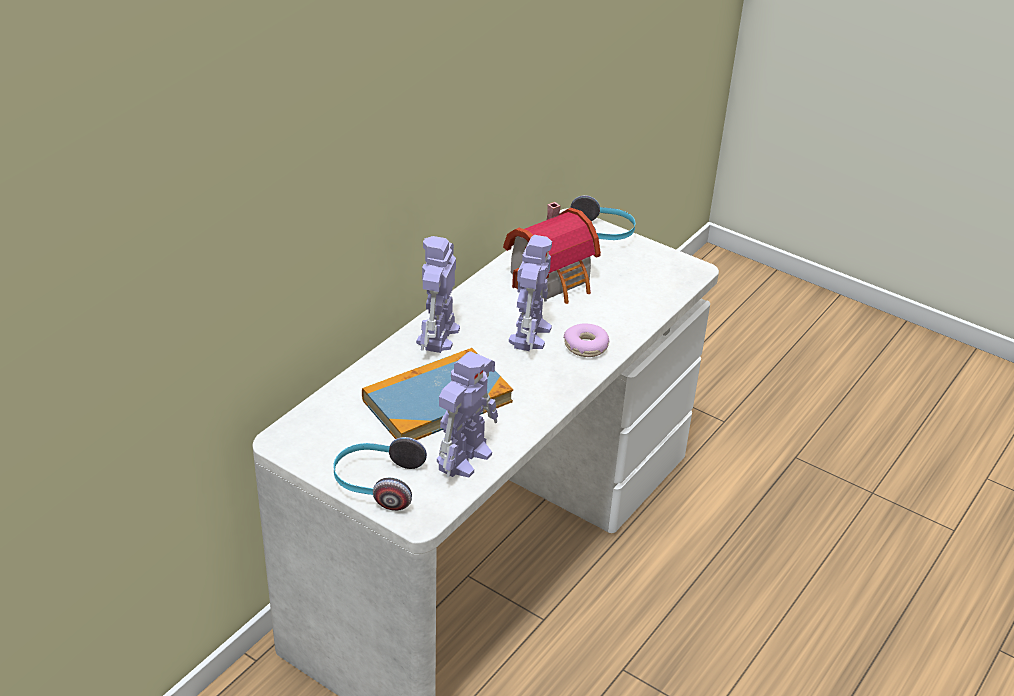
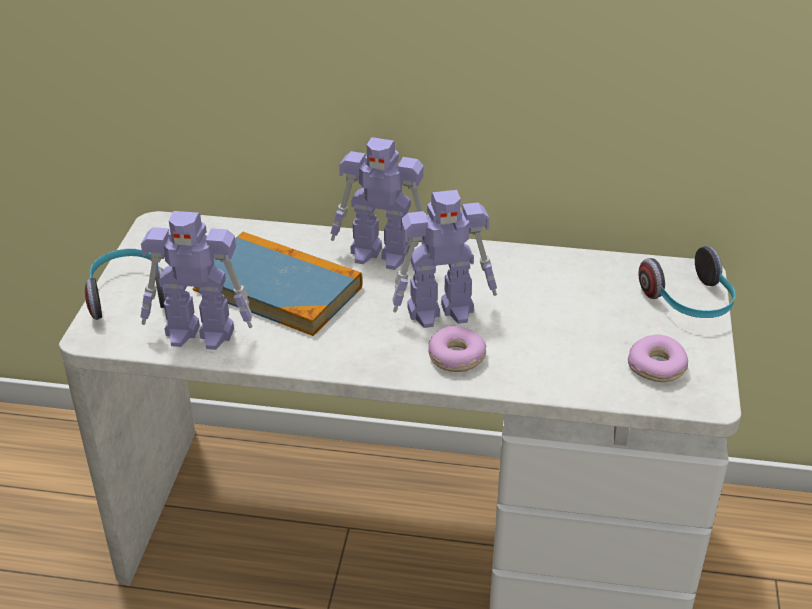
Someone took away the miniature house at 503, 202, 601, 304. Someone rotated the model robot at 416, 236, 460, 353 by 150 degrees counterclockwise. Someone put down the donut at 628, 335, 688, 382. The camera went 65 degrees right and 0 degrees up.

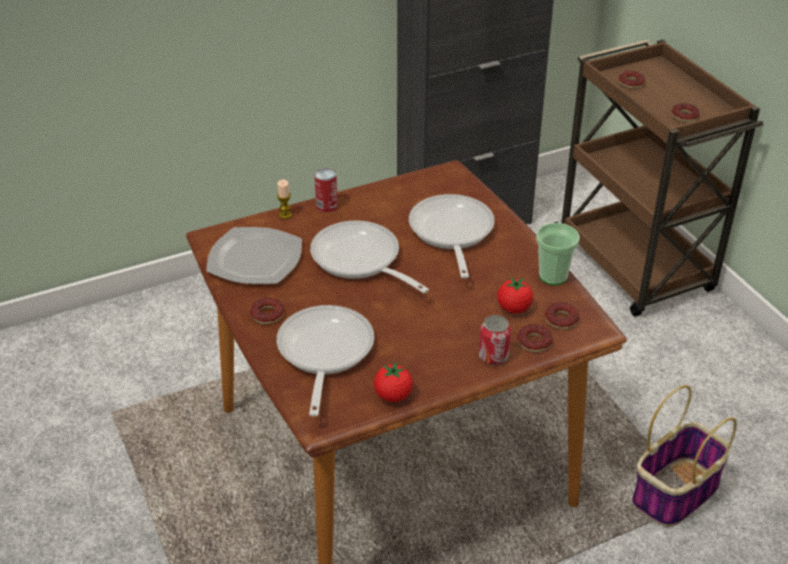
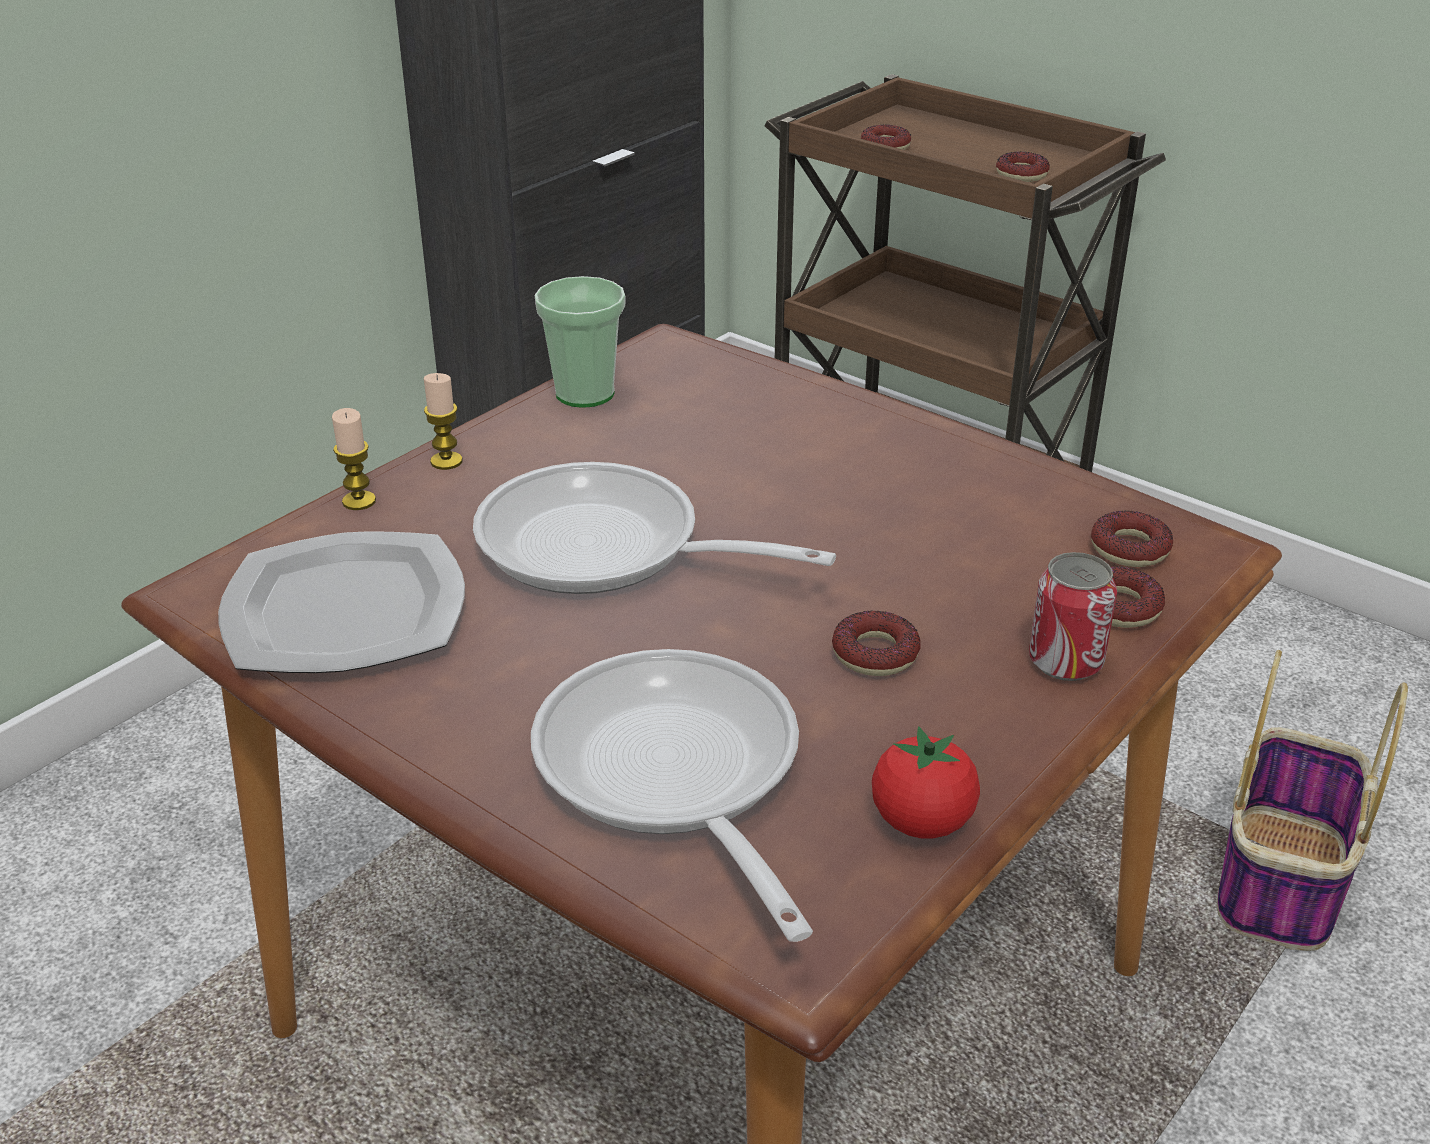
Someone swapped the metal can at 314, 168, 338, 213 for the candle at 424, 373, 463, 470. Someone took away the skillet at 409, 194, 495, 278. Someone carried the small cup from 536, 223, 580, 285 to 535, 276, 625, 408. Someone took away the fresh tomato at 497, 277, 533, 313. Someone carried the donut from 250, 298, 284, 324 to 832, 611, 921, 676. The camera went 25 degrees left and 5 degrees down.

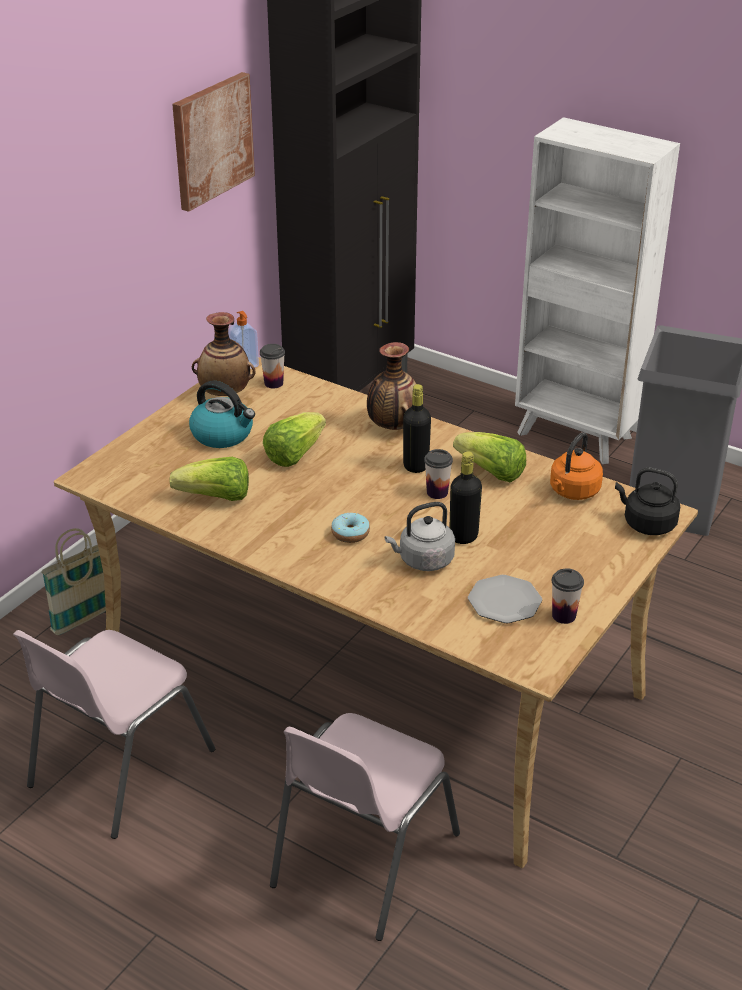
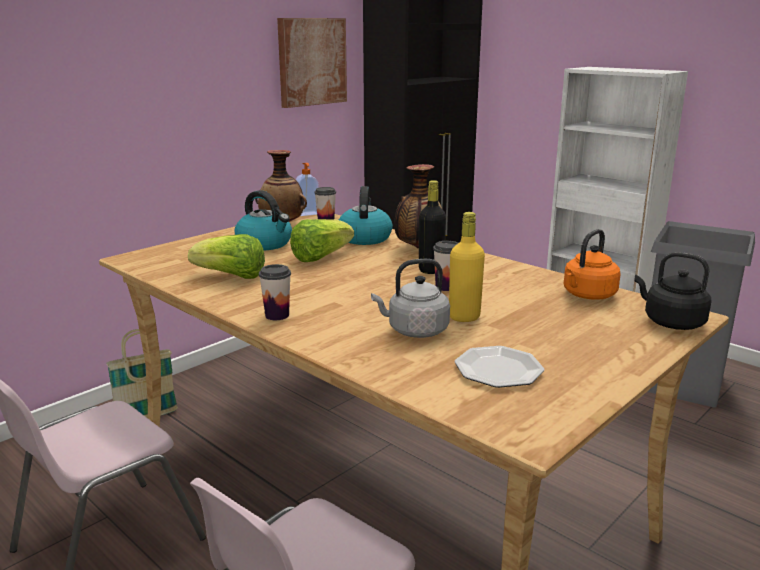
Someone took away the head of lettuce at 453, 432, 526, 483. Someone repainted the blackish beverage bottle at 450, 451, 482, 544, which became the yellow-coloured beverage bottle at 449, 212, 485, 322. Someone took away the donut at 331, 513, 370, 543. Someone carried the small cup from 552, 568, 584, 624 to 259, 264, 291, 320. Someone put down the tea kettle at 339, 186, 393, 245. The camera went 10 degrees right and 15 degrees down.

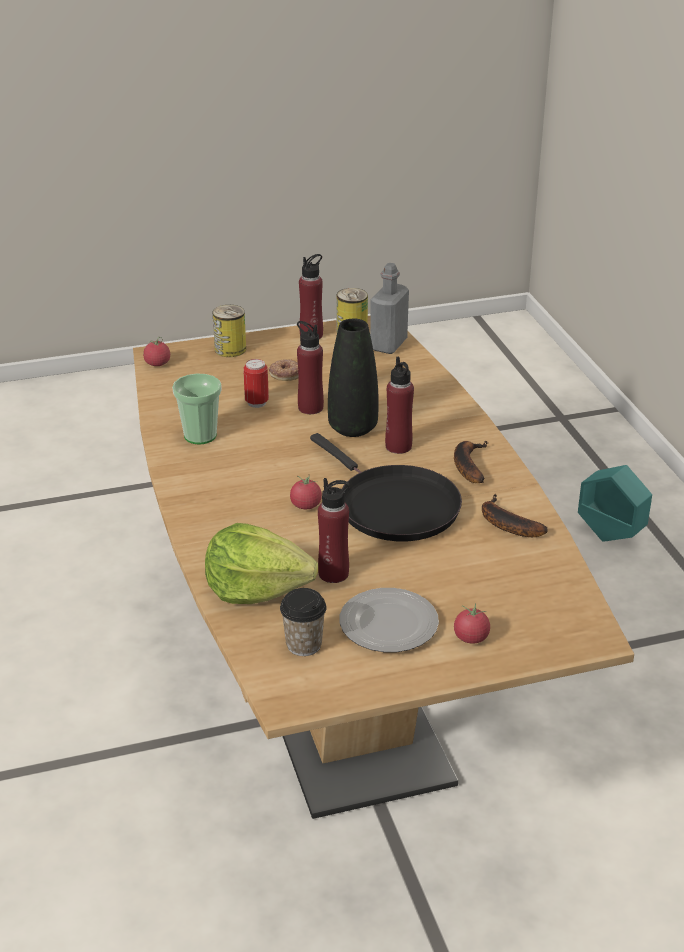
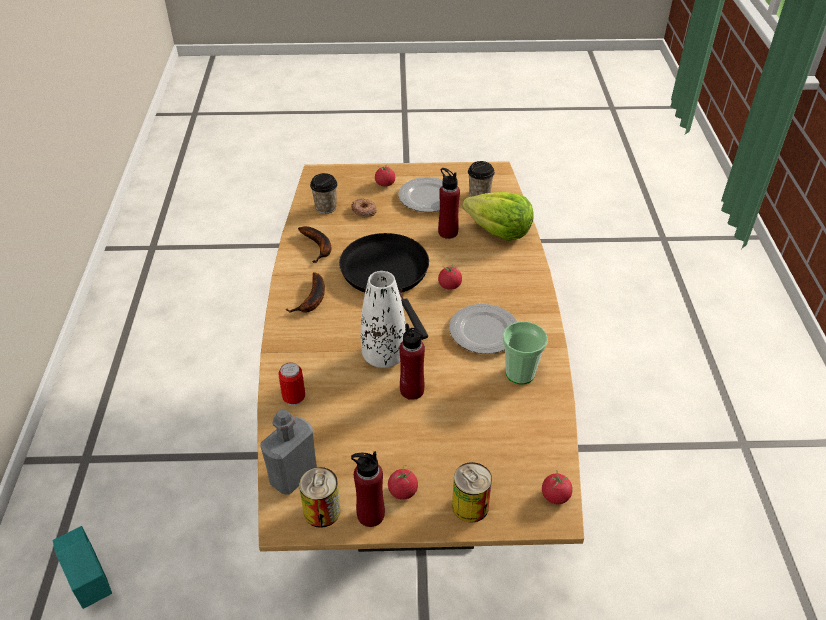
Someone repainted the blackish flower vase at 328, 318, 379, 437, which became the white-coloured flower vase at 361, 271, 406, 368. Someone took away the red beverage bottle at 385, 356, 414, 454. Someone carried the metal can from 244, 359, 269, 408 to 278, 362, 305, 405. Someone carried the donut from 269, 359, 298, 381 to 351, 198, 377, 217. Someone put down the small cup at 310, 173, 338, 214. Someone put down the dinner plate at 449, 304, 517, 354. Someone put down the fresh tomato at 388, 465, 418, 500. The camera went 165 degrees left and 10 degrees up.

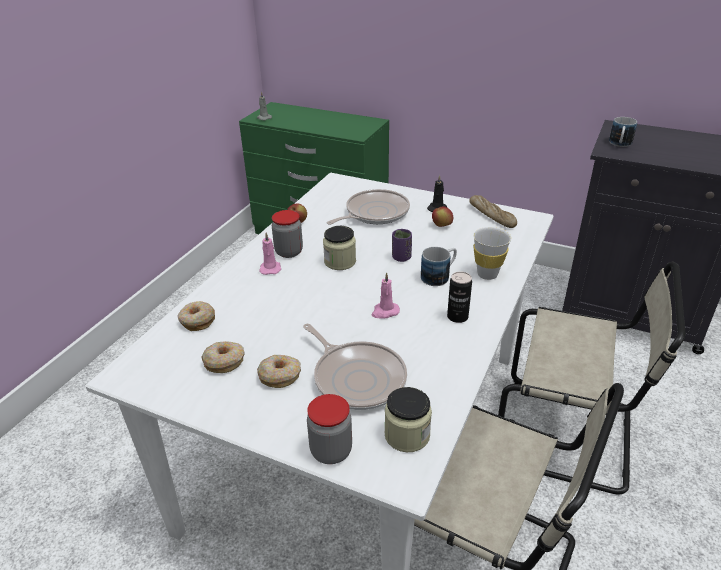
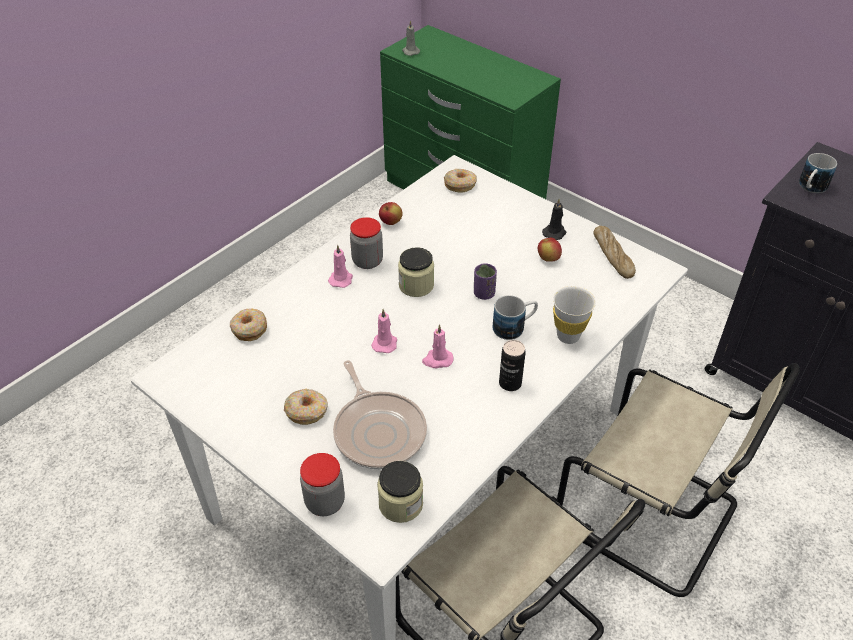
Someone took away the skillet at 327, 189, 410, 225. Someone carried the donut from 201, 341, 245, 373 to 444, 169, 477, 193. Someone put down the pink candle at 371, 309, 397, 353. The camera went 15 degrees right and 10 degrees up.

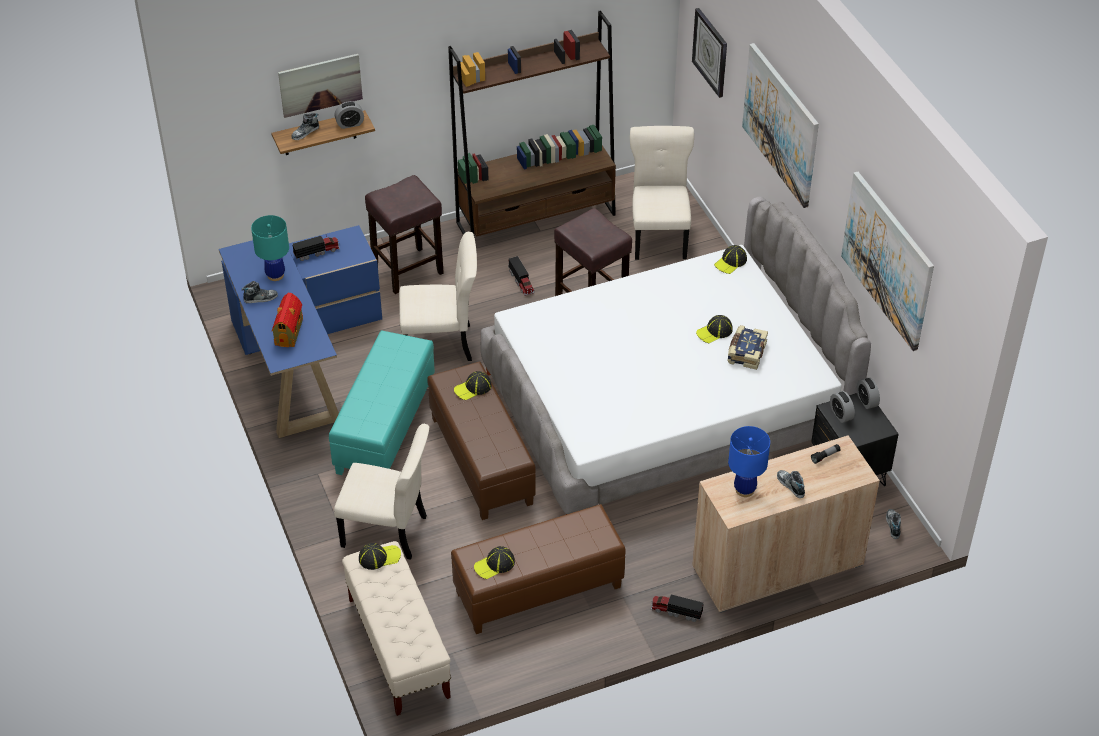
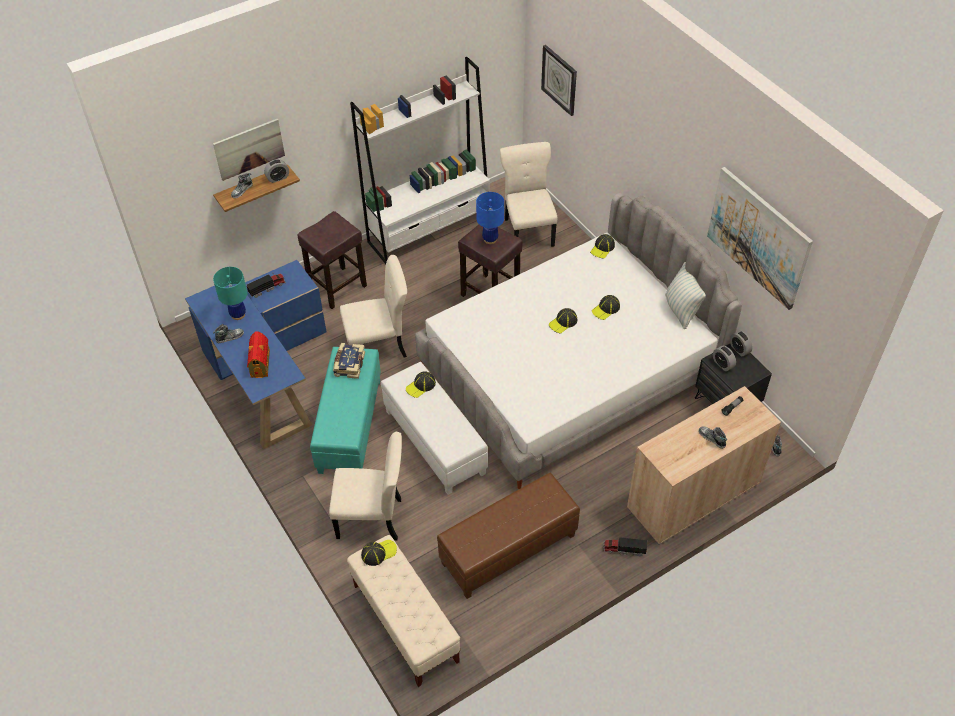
Someone repainted the brown-coloured bookshelf at 448, 10, 616, 238, which became the white-coloured bookshelf at 350, 57, 490, 264. Someone took away the wall art at 742, 43, 819, 208. Someone took away the toy lorry at 508, 256, 535, 296. Someone carried the volume from 727, 325, 768, 370 to 333, 343, 365, 379. Someone repainted the brown-coloured footrest at 427, 362, 536, 520, which became the white-coloured footrest at 381, 362, 488, 495. Someone carried the blue table lamp from 728, 426, 770, 497 to 476, 192, 504, 244. Someone carried the cap from 474, 546, 515, 579 to 549, 308, 577, 334. Someone put down the pillow at 665, 262, 706, 329. The camera went 10 degrees left and 5 degrees up.

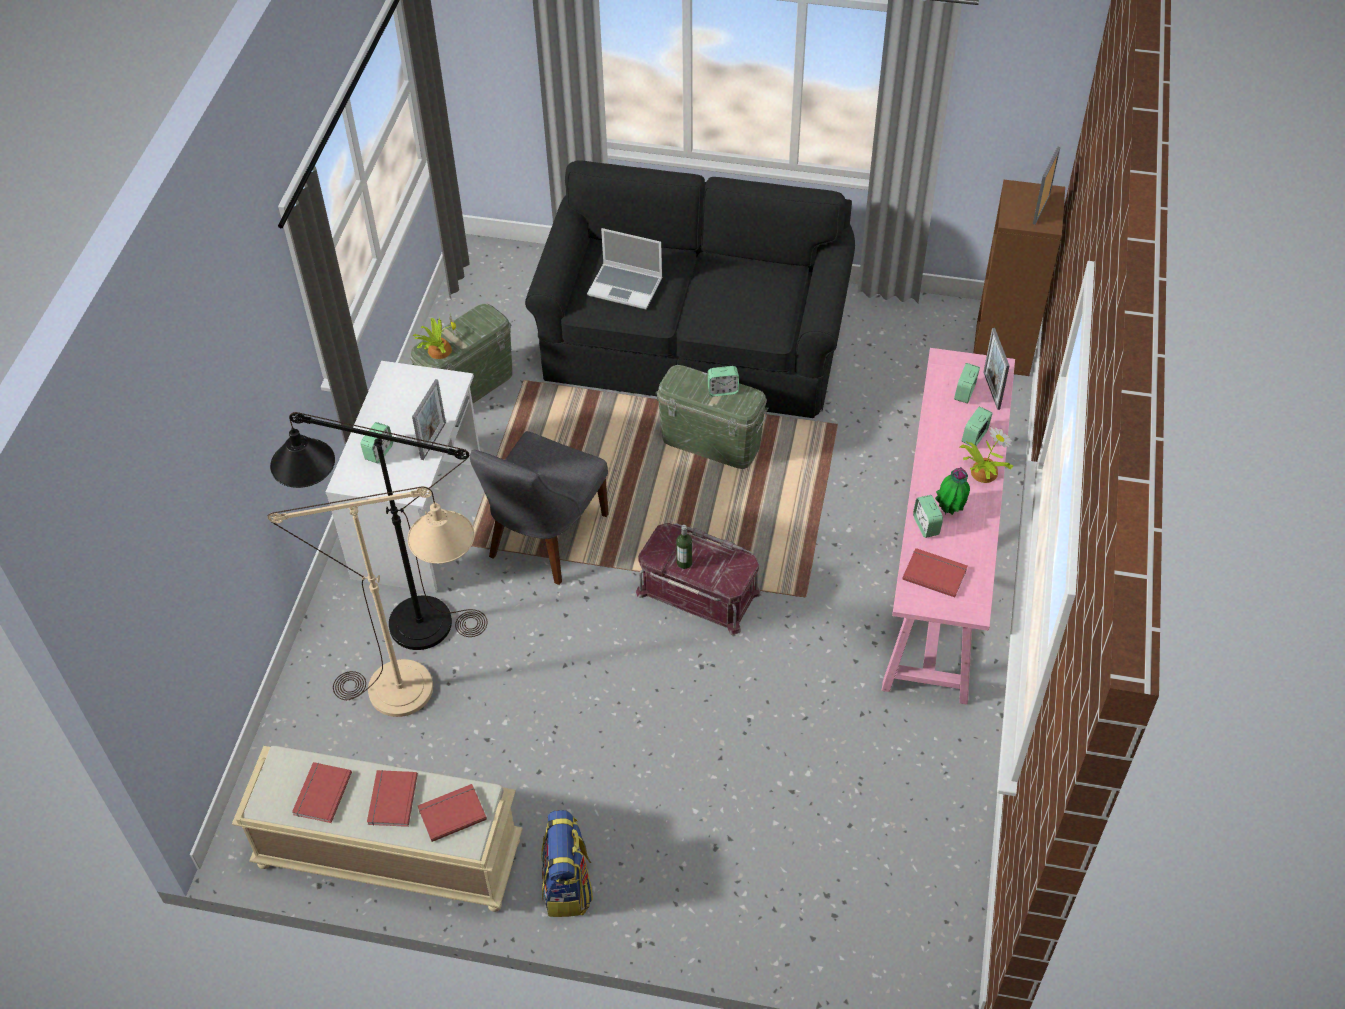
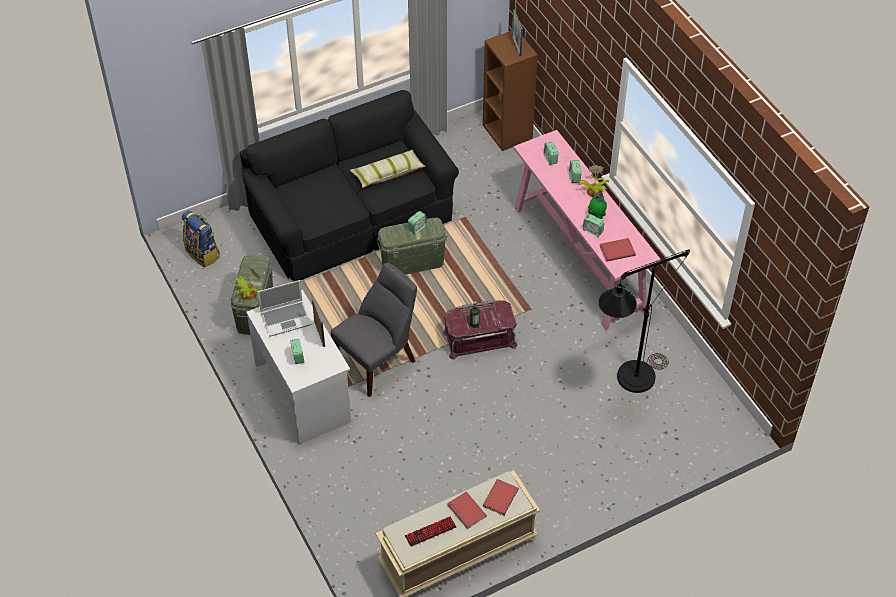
Someone carried the laptop from 587, 228, 662, 309 to 258, 280, 311, 337. Someone took away the photo frame at 983, 328, 1010, 410. Someone carried the blackish floor lamp from 270, 412, 487, 650 to 599, 249, 690, 393. Someone rotated the grey upright chair at 470, 431, 609, 585 by 120 degrees counterclockwise. Someone took away the beige floor lamp at 267, 486, 475, 717. Someone swapped the red volume at 292, 762, 352, 823 for the computer keyboard at 405, 516, 456, 547. Someone carried the rucksack from 542, 810, 593, 917 to 182, 210, 220, 267. Someone put down the pillow at 350, 150, 426, 188. The camera went 40 degrees left and 0 degrees up.

